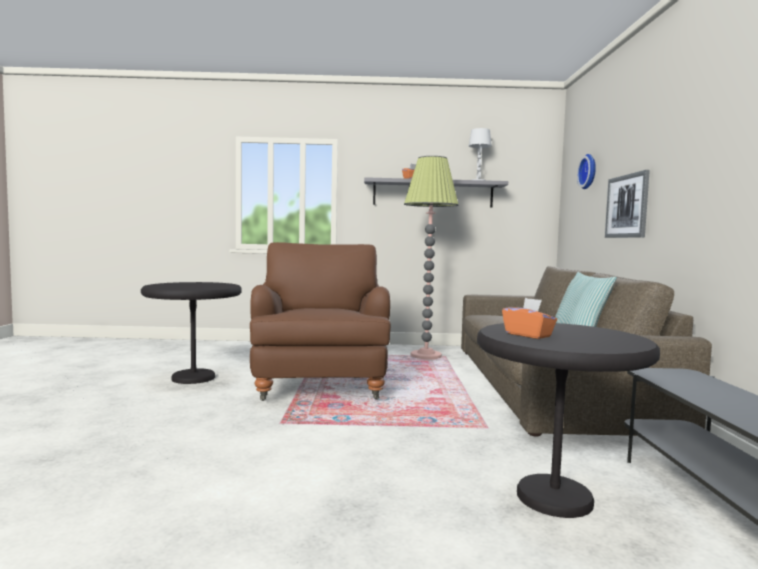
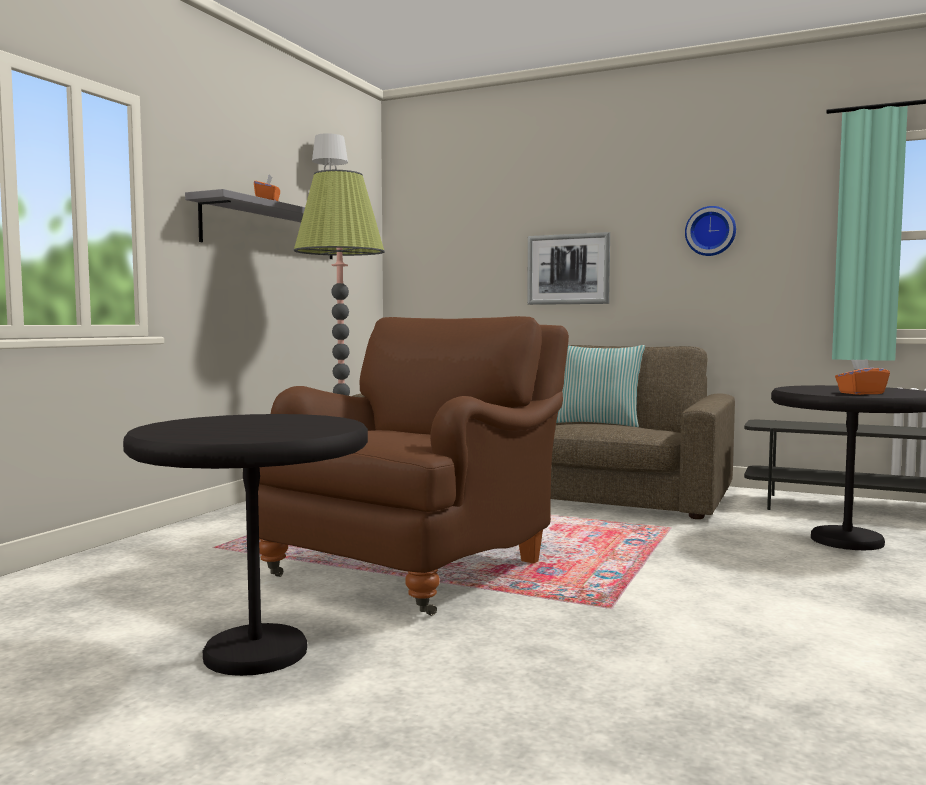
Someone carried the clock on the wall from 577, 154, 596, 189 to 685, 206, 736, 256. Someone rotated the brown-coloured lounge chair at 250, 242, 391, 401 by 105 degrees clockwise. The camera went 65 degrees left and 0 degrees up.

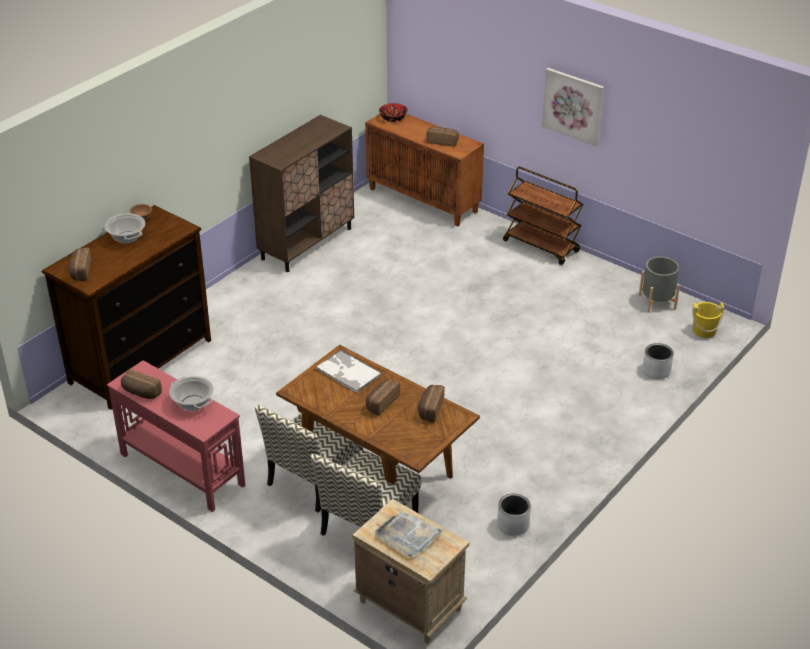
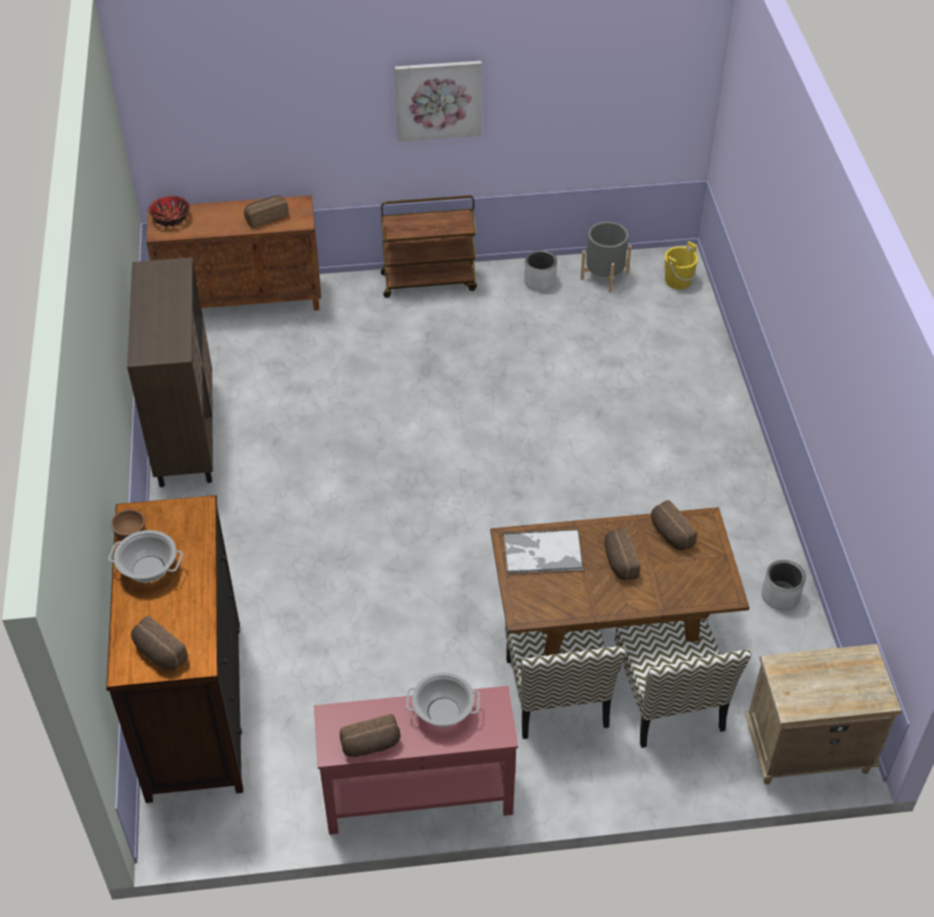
Someone carried the grey planter from 642, 343, 674, 379 to 524, 250, 557, 291. Someone took away the grey tray at 375, 512, 444, 556. The camera went 45 degrees left and 10 degrees up.

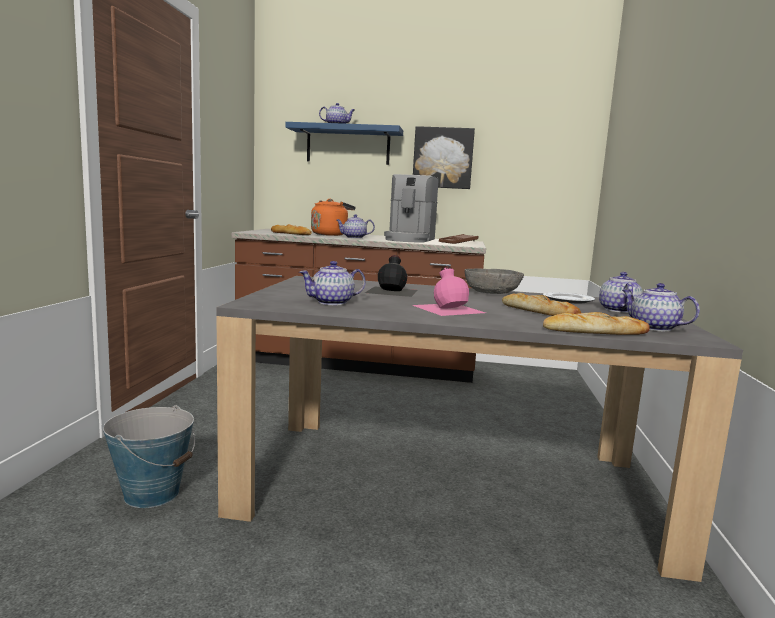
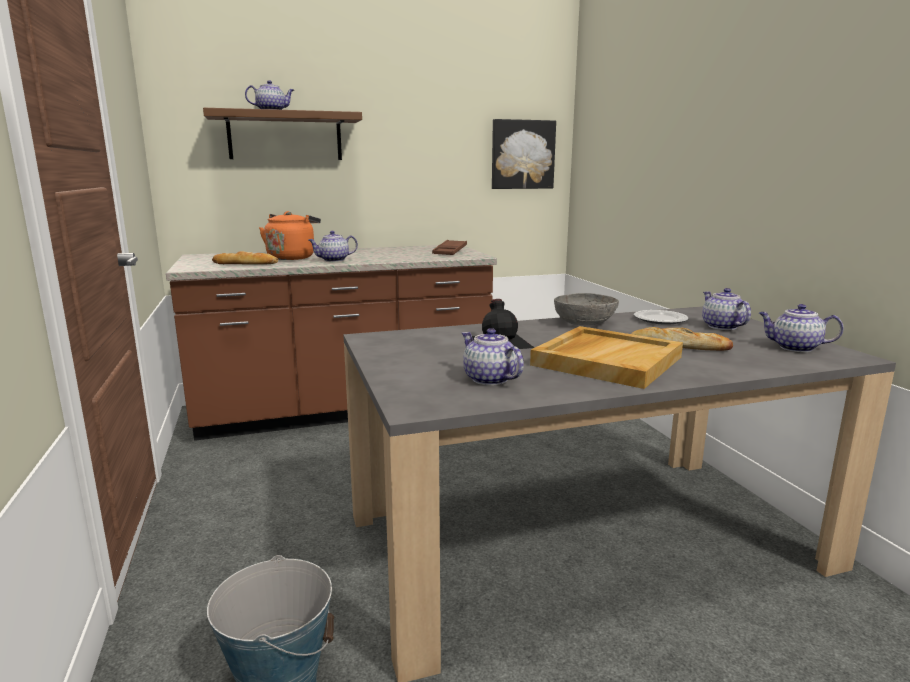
Someone repainted the blue wall shelf at 286, 122, 403, 165, which became the brown-coloured wall shelf at 203, 108, 362, 160. Someone carried the wall art from 413, 126, 475, 189 to 492, 119, 556, 189. Someone took away the coffee machine at 384, 174, 438, 242. Someone rotated the pot for tea at 299, 261, 366, 305 by 105 degrees clockwise. Someone swapped the pink beverage bottle at 412, 267, 486, 316 for the beige tray at 530, 326, 683, 389. Someone took away the bakery bread at 543, 312, 650, 335. The camera went 25 degrees left and 5 degrees up.

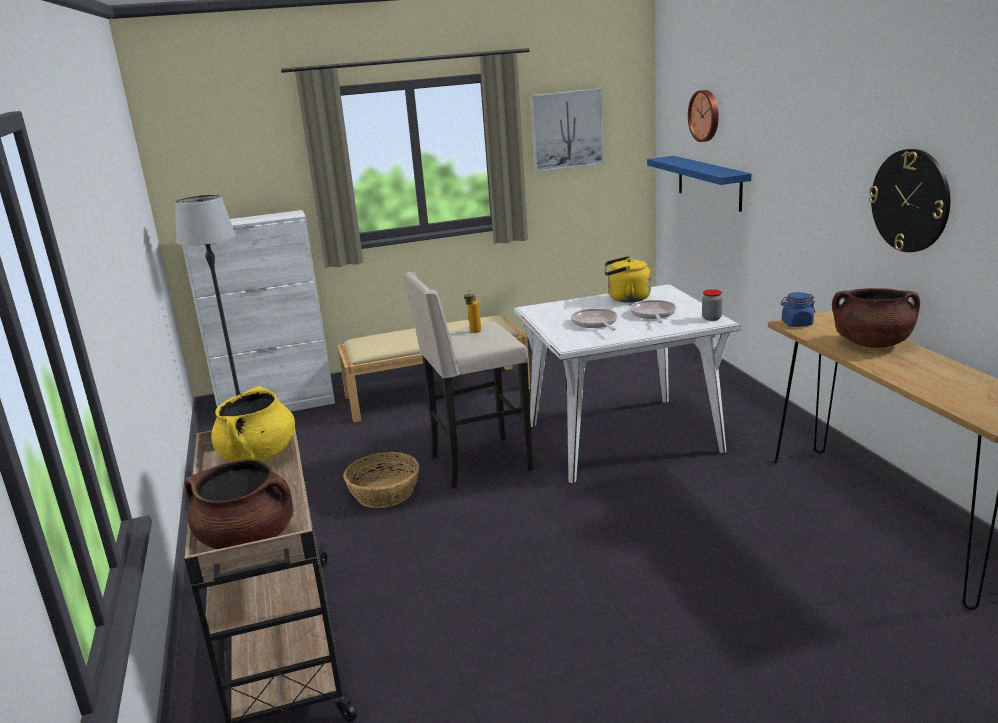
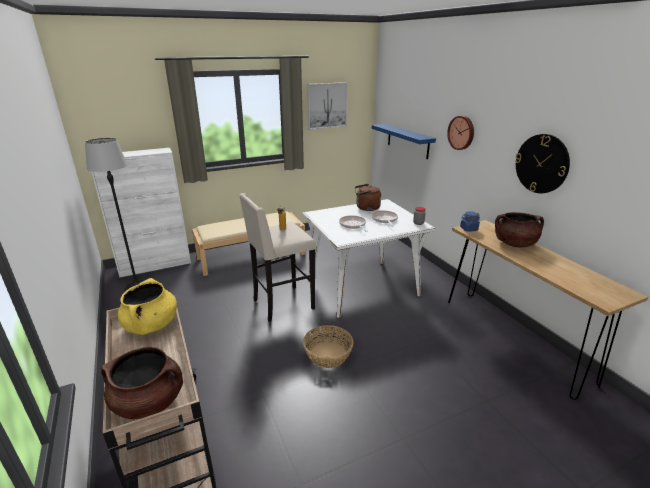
Someone carried the clock on the wall from 688, 90, 719, 142 to 447, 116, 474, 150. Someone repainted the yellow-coloured tea kettle at 605, 256, 651, 303, which became the brown-coloured tea kettle at 355, 184, 381, 211. Someone carried the basket from 343, 452, 419, 508 to 303, 325, 354, 368. The camera went 10 degrees left and 5 degrees up.

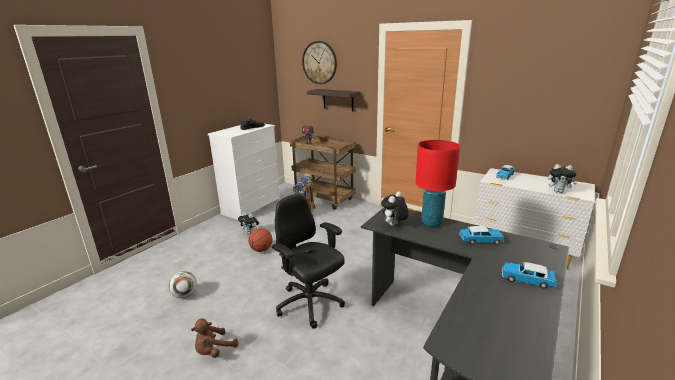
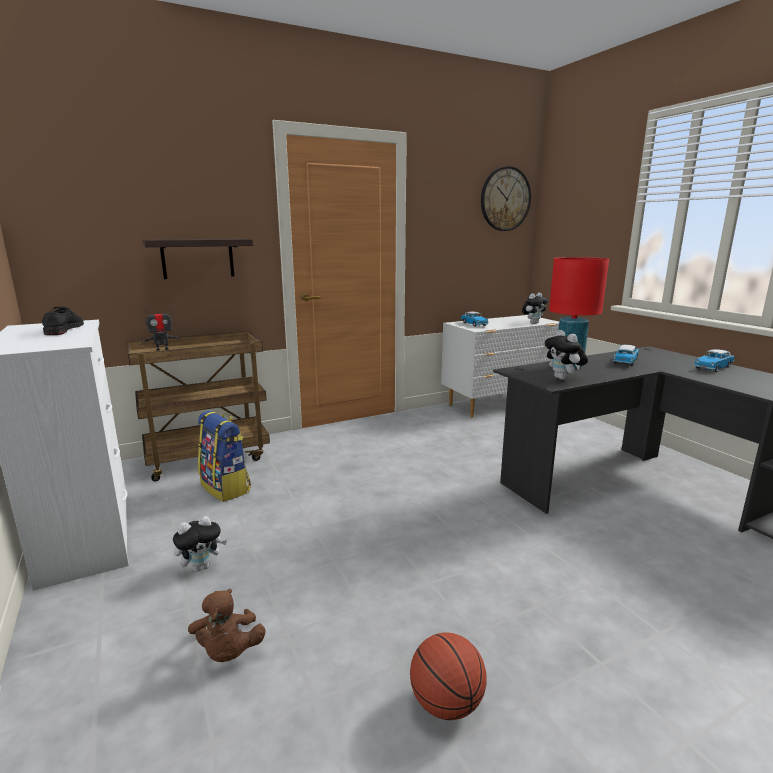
Someone carried the clock on the wall from 302, 41, 337, 84 to 481, 166, 531, 231. Someone took away the blackish desk chair at 272, 194, 345, 329. Someone carried the ball for basketball from 248, 228, 272, 252 to 410, 633, 486, 720. Someone took away the ball for football at 168, 271, 197, 298. Someone carried the brown-coloured soft toy from 191, 318, 238, 358 to 188, 589, 266, 662. The camera went 60 degrees left and 5 degrees down.

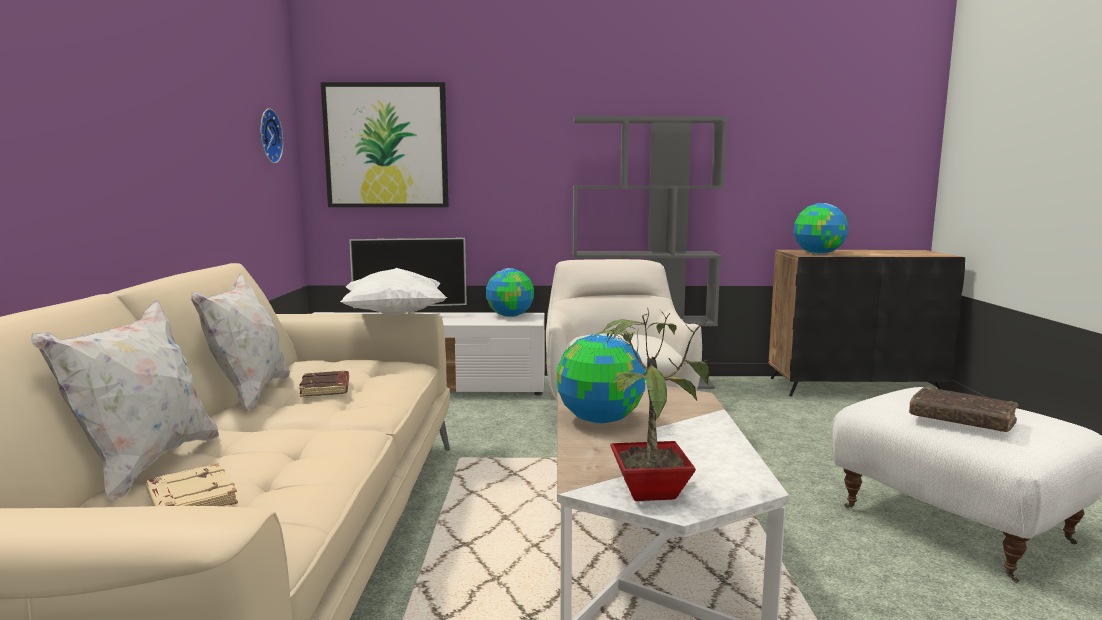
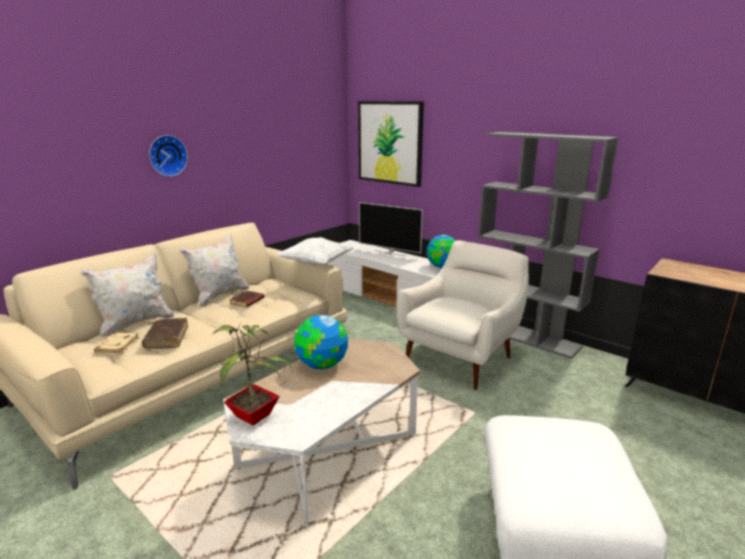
Someone carried the clock on the wall from 260, 108, 284, 163 to 149, 135, 188, 176. Someone took away the desk globe at 794, 203, 848, 254. Someone carried the brown-coloured volume from 909, 387, 1019, 432 to 142, 318, 188, 349. The camera went 40 degrees right and 10 degrees up.

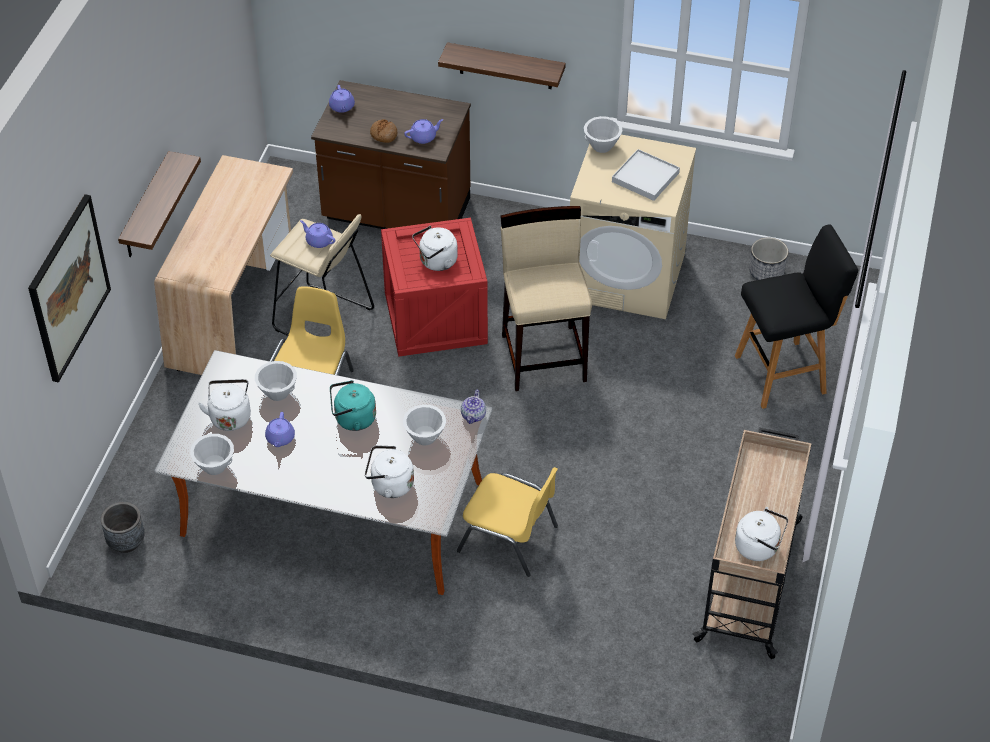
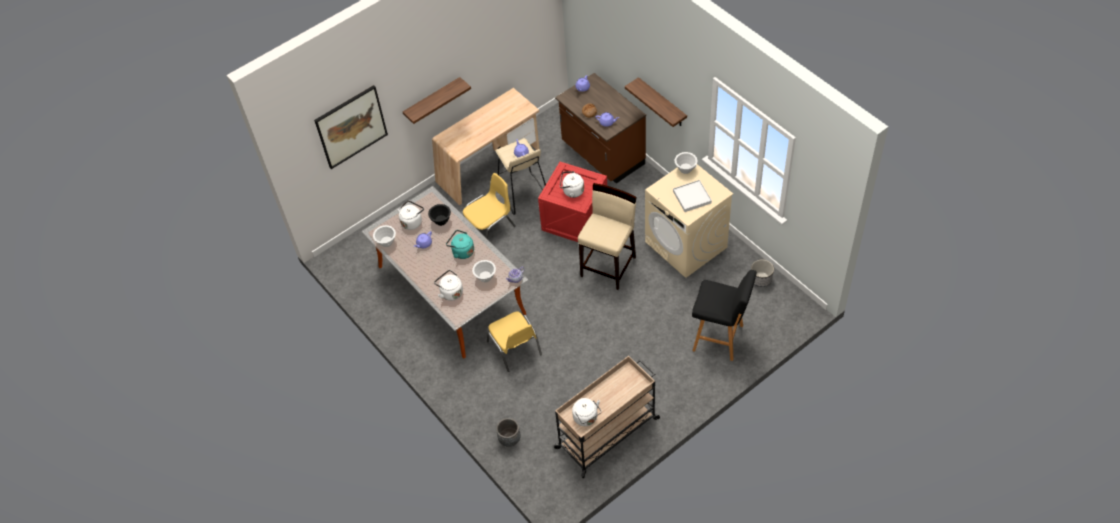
Someone repainted the white-coloured bowl at 255, 361, 297, 401, which became the blackish bowl at 428, 204, 451, 226. Someone carried the grey planter from 101, 502, 145, 553 to 496, 418, 521, 447. The camera went 40 degrees right and 5 degrees up.

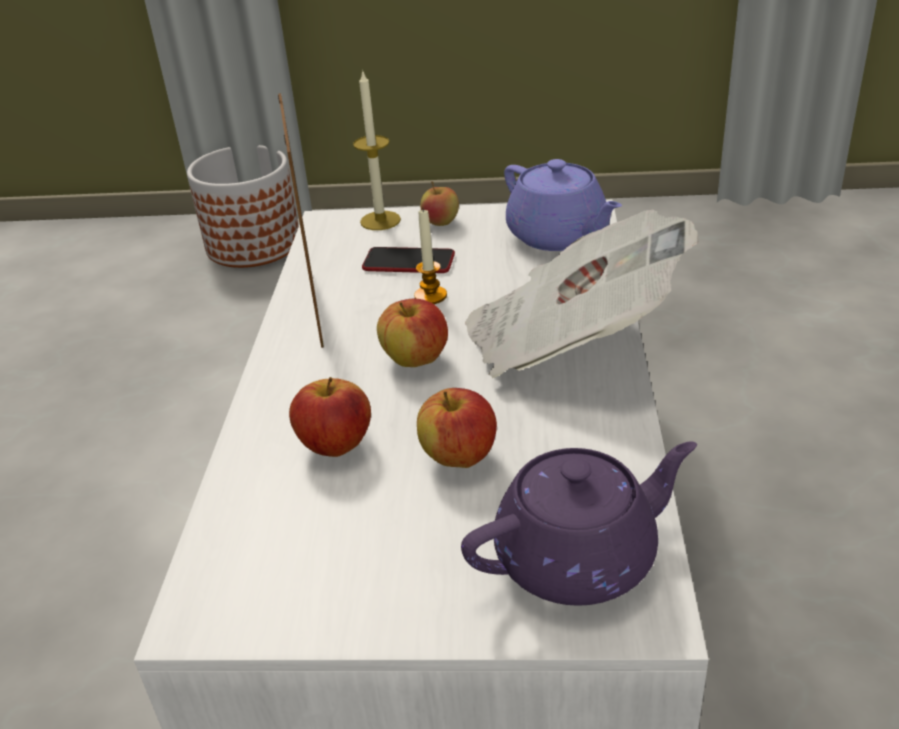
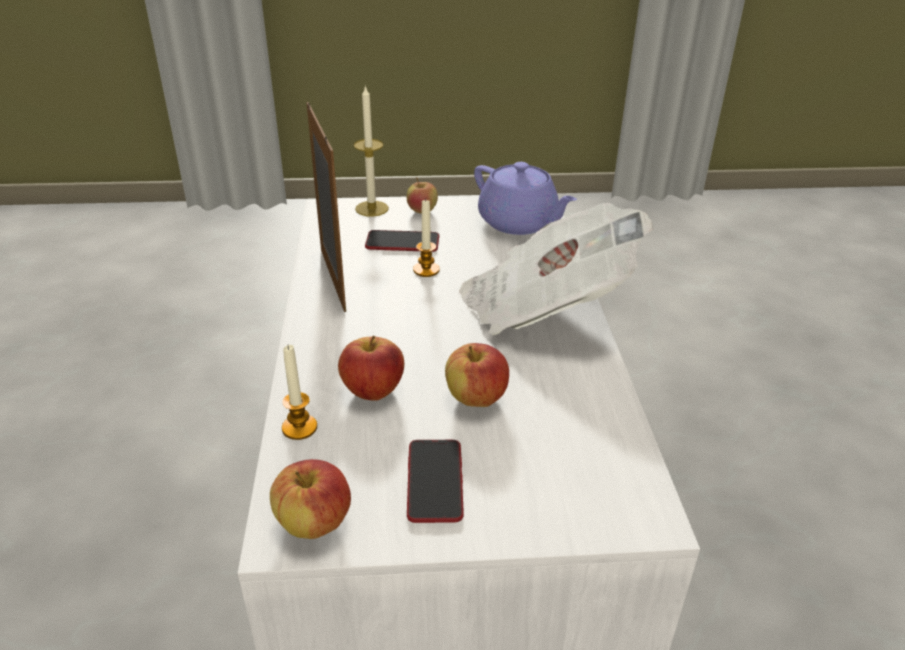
Someone took away the planter at 187, 145, 299, 268. Someone carried the whole apple from 377, 299, 448, 367 to 270, 459, 351, 539. Someone took away the purplish pot for tea at 461, 441, 697, 606. Someone put down the candle at 282, 345, 317, 440. Someone put down the phone at 407, 440, 464, 523. The camera went 10 degrees left and 0 degrees up.

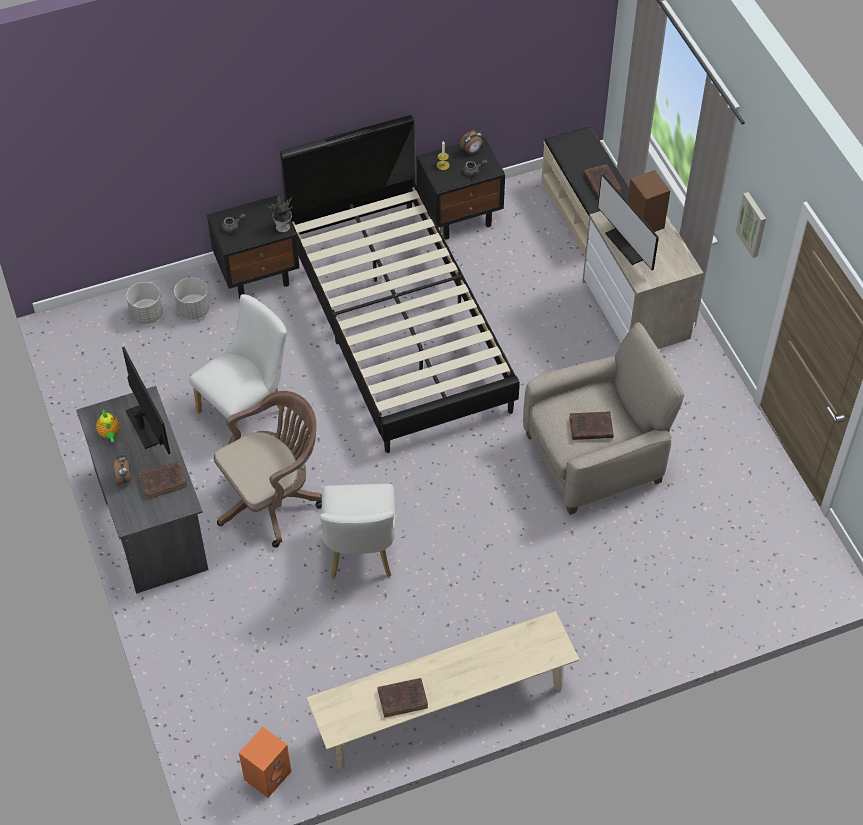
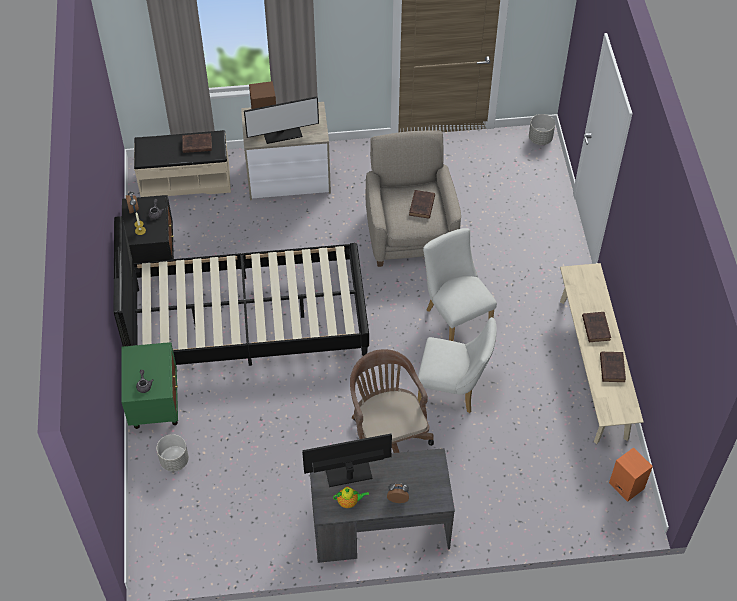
Someone took away the wall art at 735, 192, 766, 258. Someone took away the houseplant at 266, 194, 292, 232. Someone repainted the blackish night table at 207, 195, 299, 299, which became the greenish night table at 121, 342, 178, 429. Someone carried the grey planter from 126, 282, 163, 324 to 529, 114, 555, 145. Someone carried the white-coloured upright chair from 189, 294, 287, 428 to 423, 228, 497, 341. Someone carried the brown-coloured volume from 138, 460, 188, 499 to 582, 312, 611, 342. The camera went 75 degrees left and 0 degrees up.

